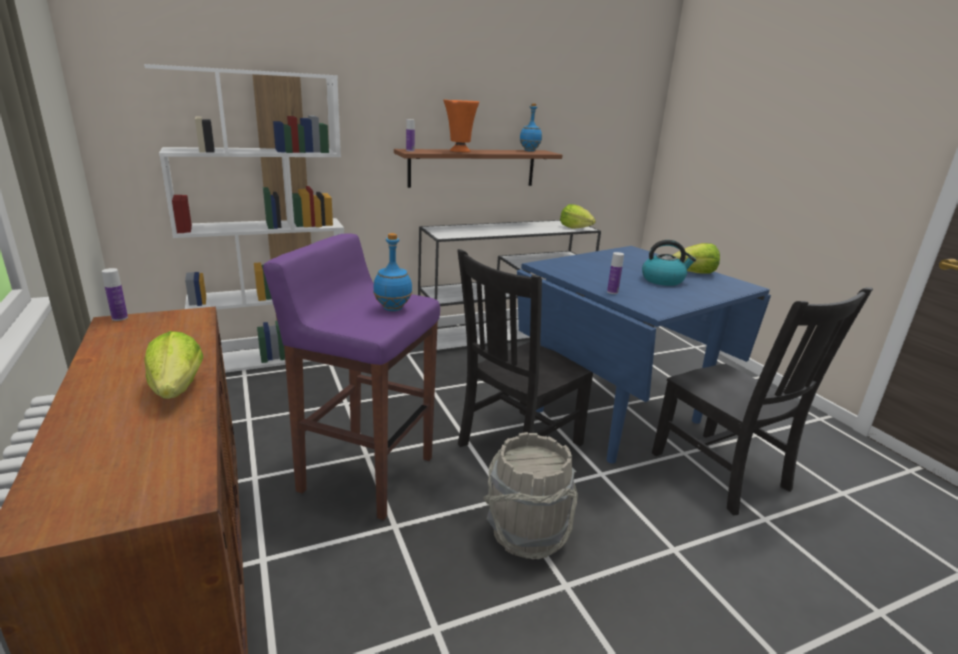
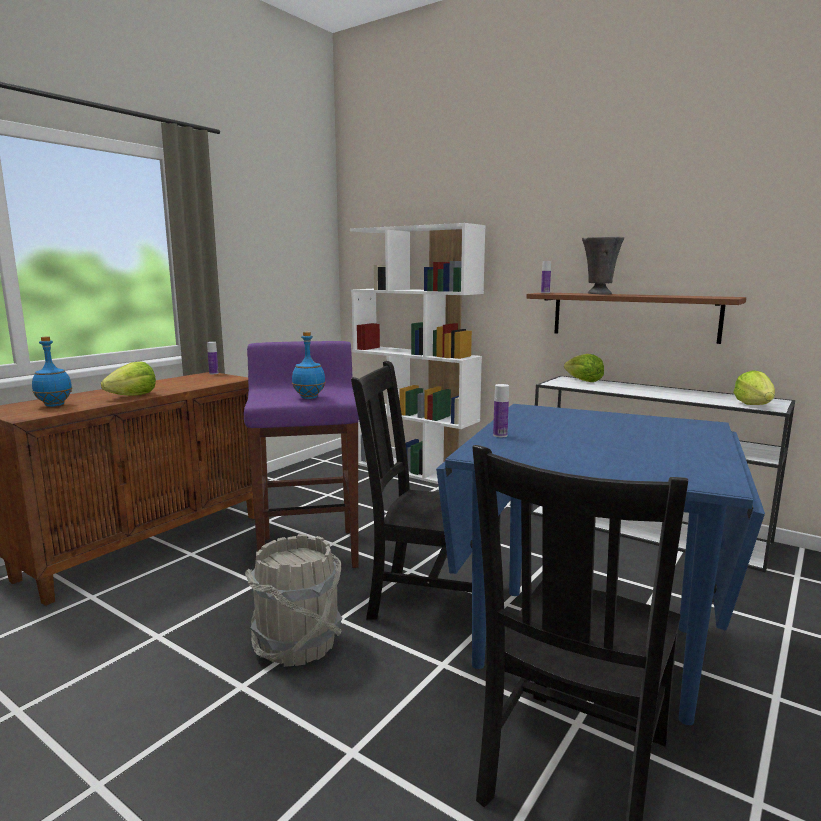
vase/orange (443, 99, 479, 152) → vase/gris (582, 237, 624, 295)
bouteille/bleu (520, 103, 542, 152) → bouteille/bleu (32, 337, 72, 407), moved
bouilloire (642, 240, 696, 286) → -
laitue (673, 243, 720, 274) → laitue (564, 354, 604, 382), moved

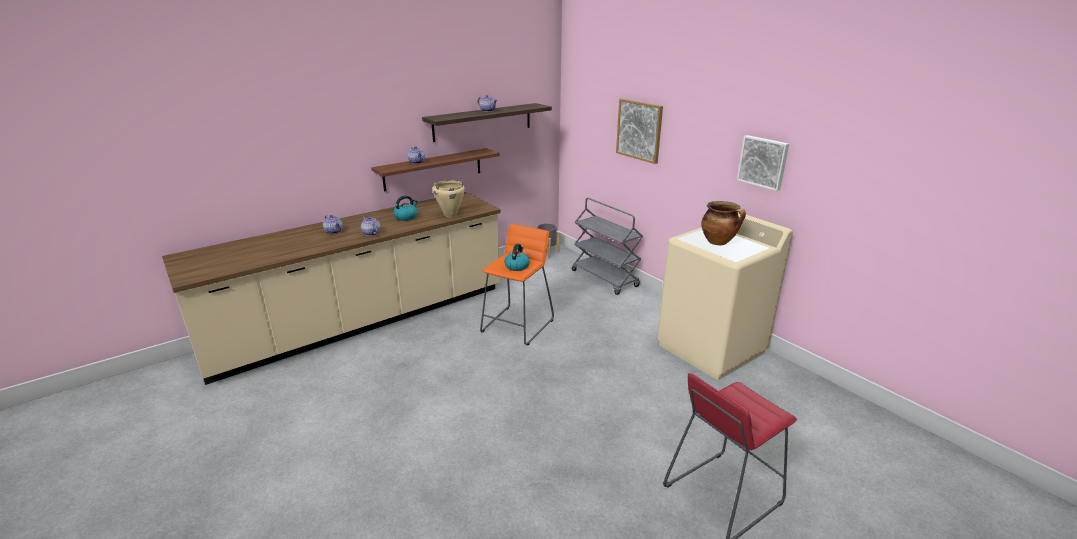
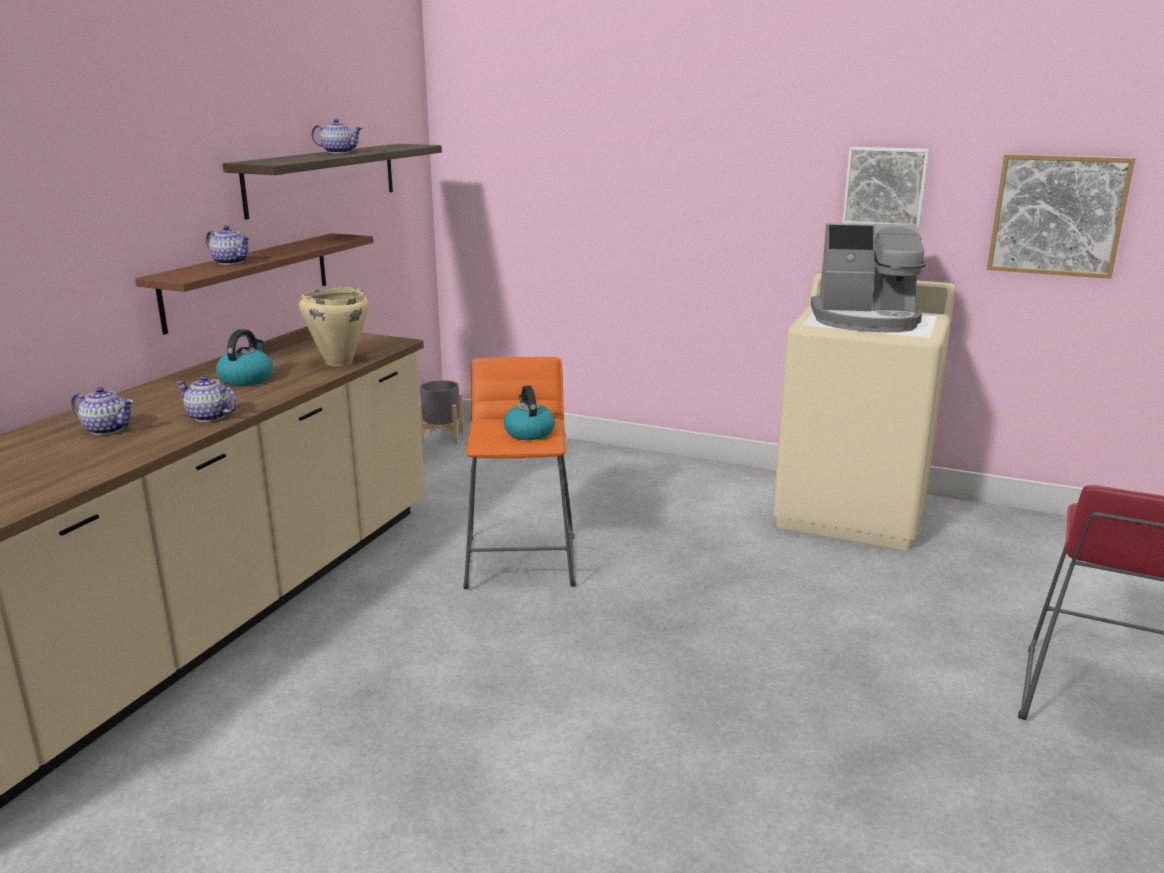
tableau (616, 99, 663, 164) → tableau (987, 154, 1135, 279), moved
chariot/gris (572, 198, 643, 295) → -
marmite (701, 201, 746, 245) → machine à café (811, 223, 926, 332)

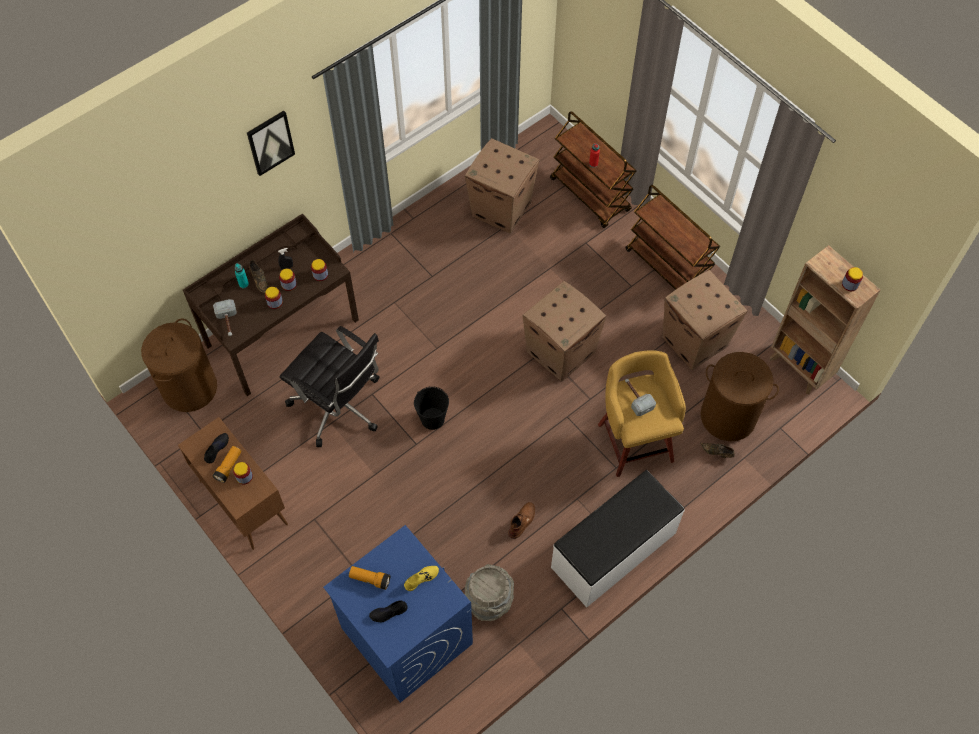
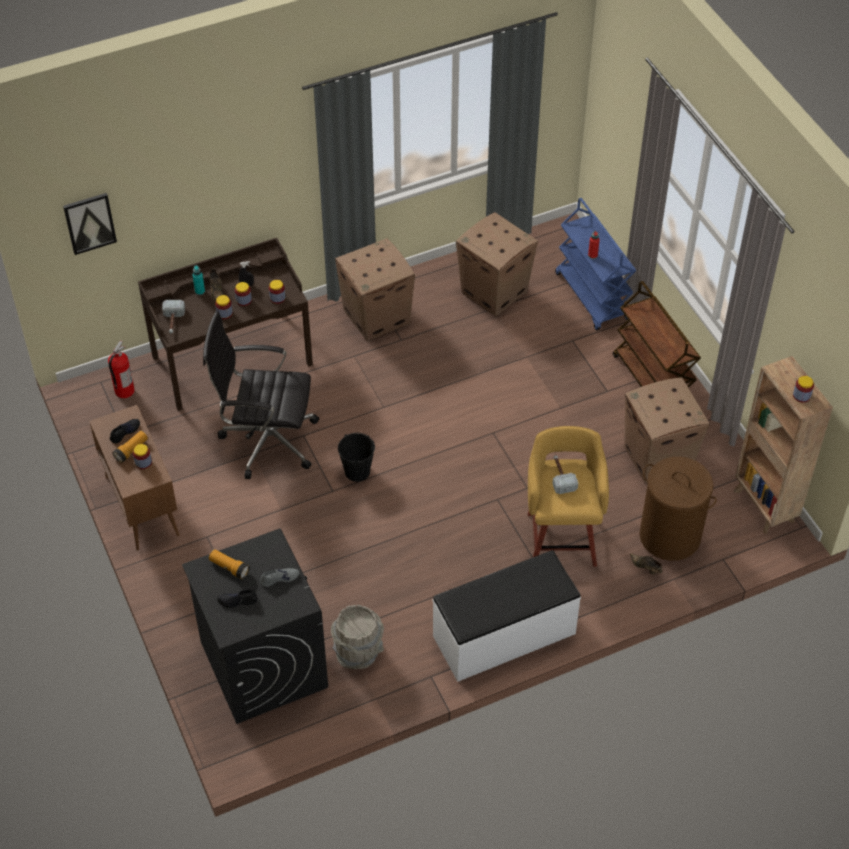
tableau (247, 110, 295, 176) → tableau (63, 193, 117, 255), moved
chariot/marron (550, 111, 636, 228) → chariot/bleu (555, 198, 636, 331)
carton (523, 281, 606, 381) → carton (335, 238, 415, 341), moved
panier à linge/marron (141, 319, 217, 412) → extincteur (108, 340, 135, 398)
chaise de bureau/noir (280, 326, 380, 447) → chaise de bureau/noir (203, 311, 319, 479), 135 degrees clockwise
botte/marron (508, 502, 535, 539) → -
lave-linge/bleu (323, 525, 473, 703) → lave-linge/noir (182, 528, 328, 724)
chaussure/jaune (404, 566, 439, 591) → chaussure/gris (260, 568, 299, 587)

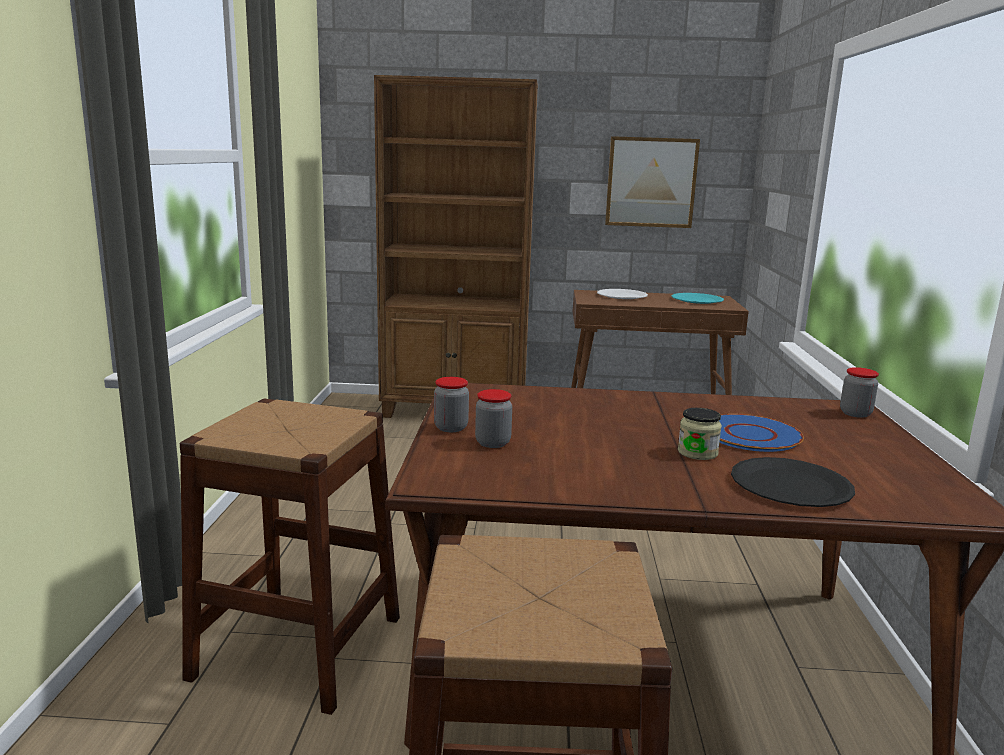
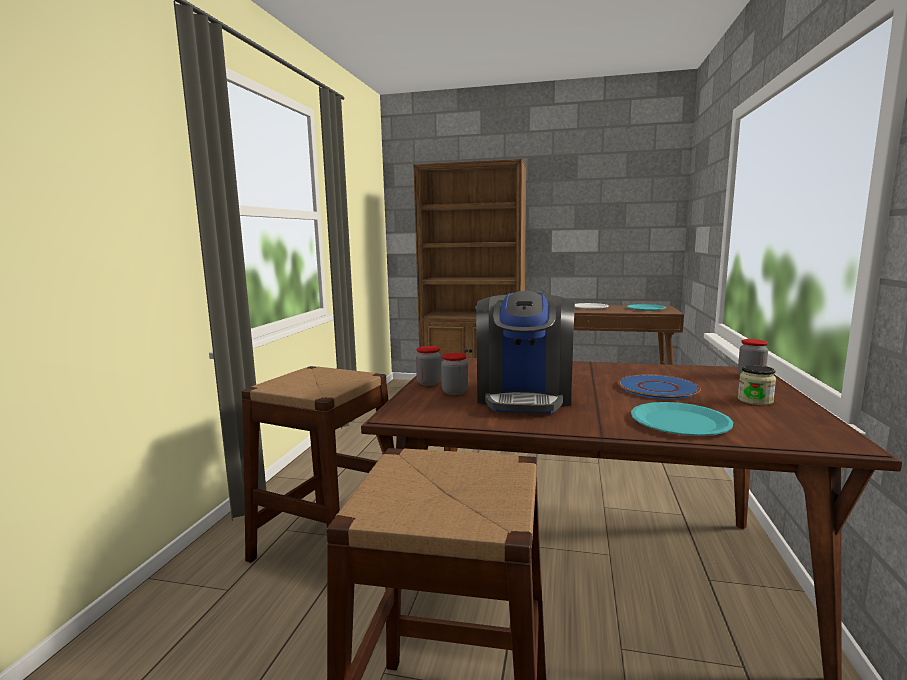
tableau (605, 136, 700, 228) → -
bocal (678, 408, 722, 460) → bocal (738, 365, 776, 405), moved
assiette/noir (731, 457, 855, 507) → assiette/turquoise (631, 402, 733, 436)
- → machine à café (476, 291, 575, 413)

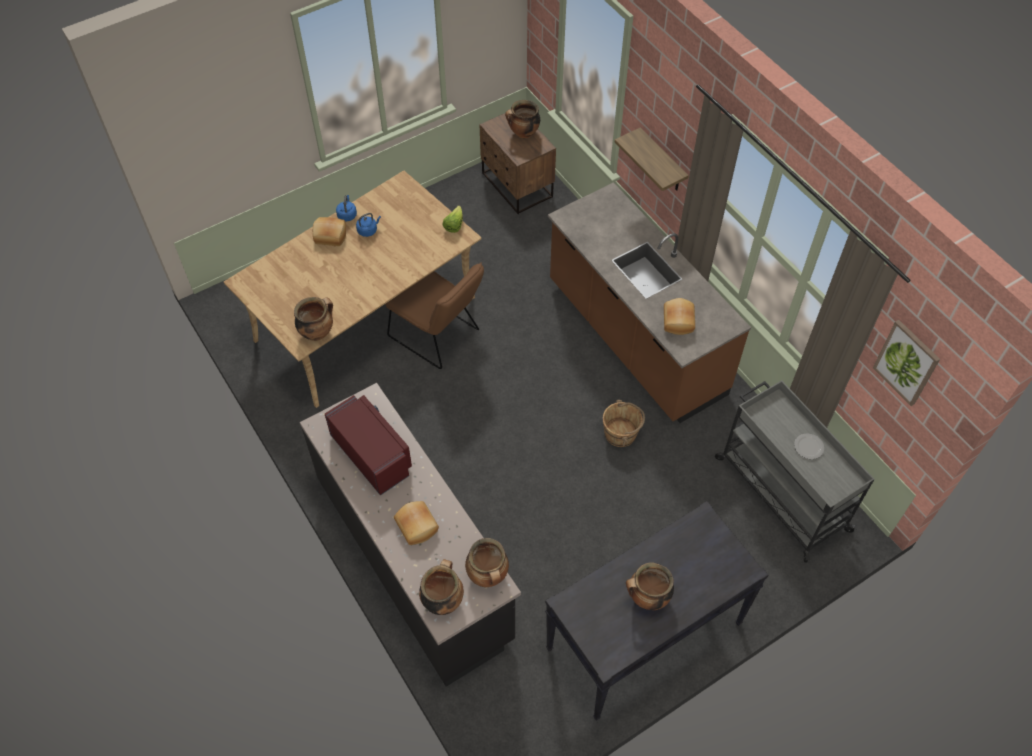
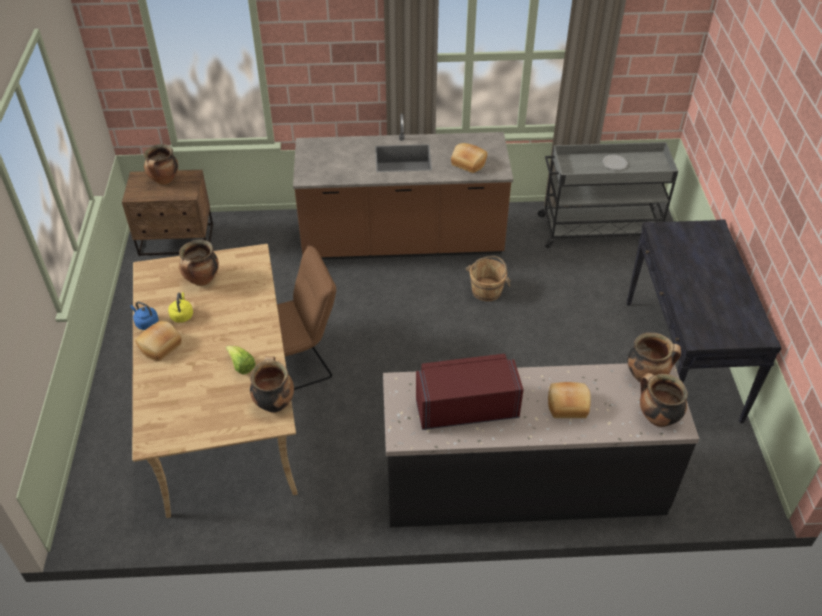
étagère (615, 127, 689, 191) → -
laitue (442, 205, 463, 233) → laitue (226, 346, 256, 374), moved
bouilloire/bleu (356, 213, 381, 237) → bouilloire/jaune (168, 292, 193, 323)
tableau (873, 320, 940, 406) → -
marmite (626, 562, 674, 610) → marmite (179, 240, 219, 286), moved

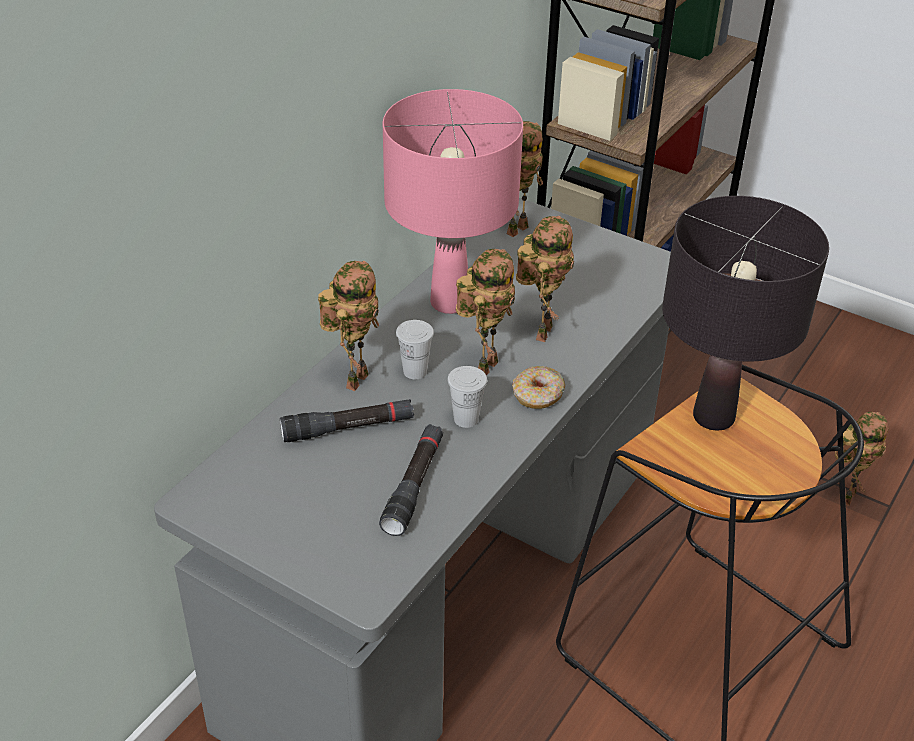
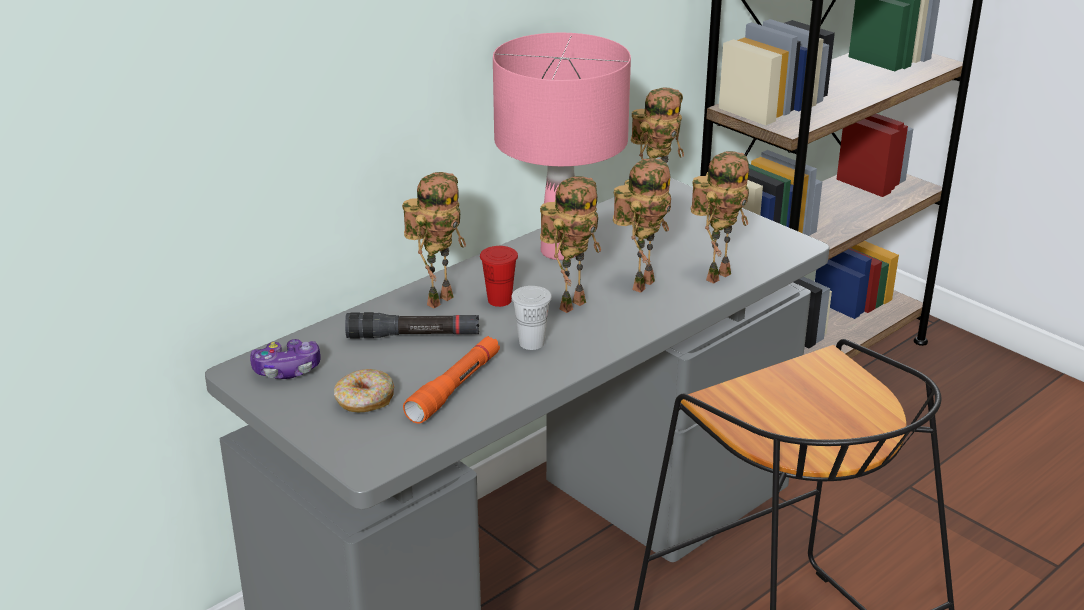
lampe de table/noir (662, 196, 829, 431) → -
tasse/blanc (396, 320, 434, 379) → tasse/rouge (480, 246, 518, 307)
beignet (512, 366, 565, 409) → beignet (334, 369, 394, 412), moved
robot jouet (835, 412, 888, 506) → robot jouet (691, 151, 749, 284), moved
lampe de poche/noir (379, 424, 443, 536) → lampe de poche/orange (403, 336, 500, 424)
- → manette (250, 339, 320, 379)

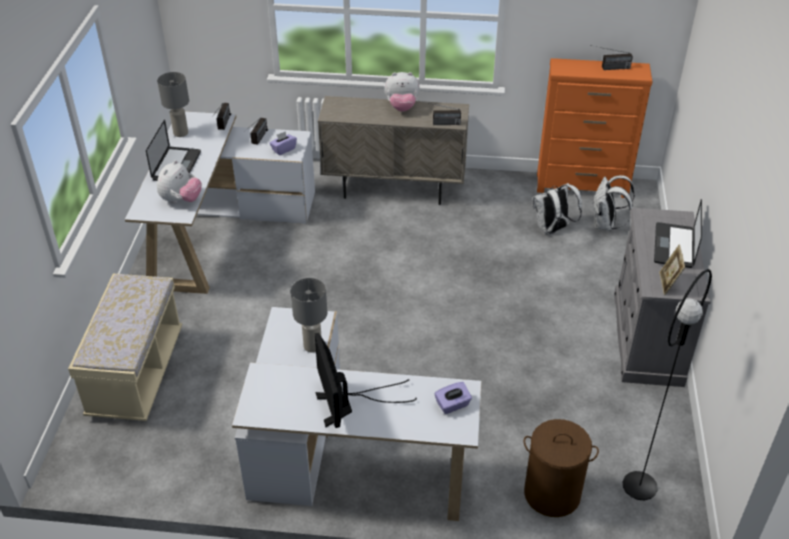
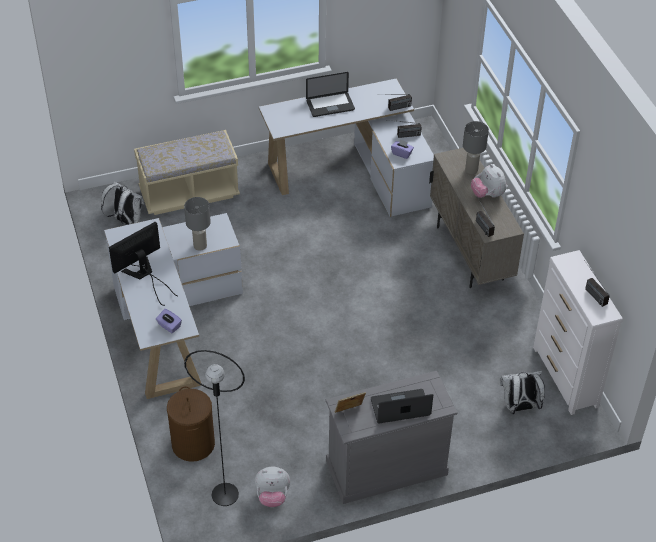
commode/orange (537, 58, 653, 198) → commode/blanc (533, 250, 623, 415)
lampe de table/gris (157, 72, 189, 137) → lampe de table/gris (463, 121, 489, 174), moved
peluche (157, 160, 202, 203) → peluche (255, 466, 290, 507), moved
sac à dos/blanc (533, 183, 582, 234) → sac à dos/blanc (101, 182, 144, 225), moved

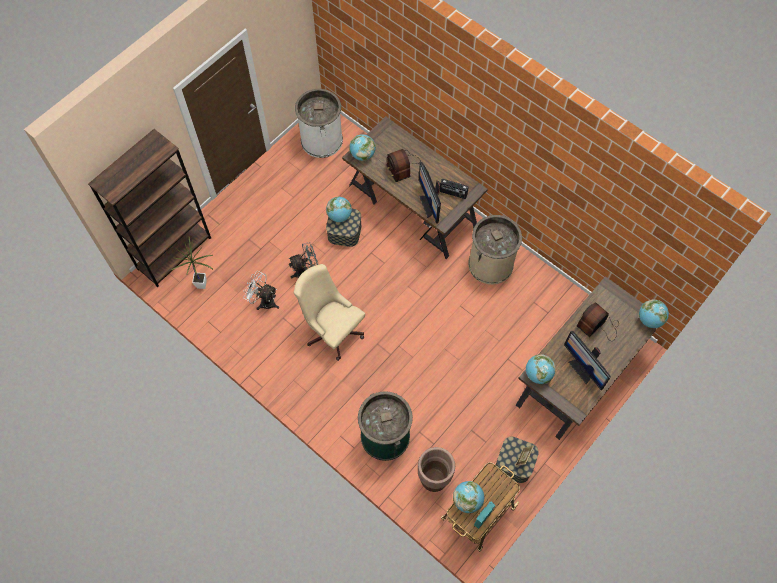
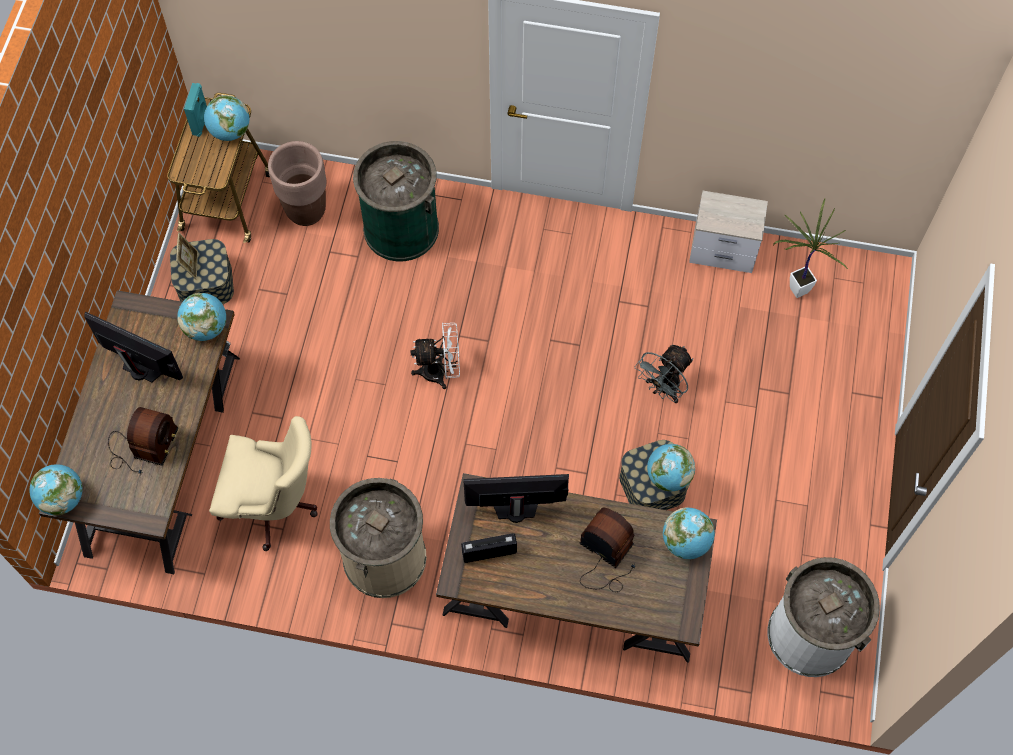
bibliothèque/marron (88, 129, 211, 287) → -
écran d'ordinateur (419, 162, 441, 224) → écran d'ordinateur (463, 474, 569, 523), 45 degrees counterclockwise
chaise de bureau/beige (294, 264, 365, 361) → chaise de bureau/beige (209, 416, 318, 551), moved
ventilateur/blanc (243, 271, 279, 310) → ventilateur/blanc (411, 323, 460, 389), moved
- → table de chevet (689, 191, 768, 273)

